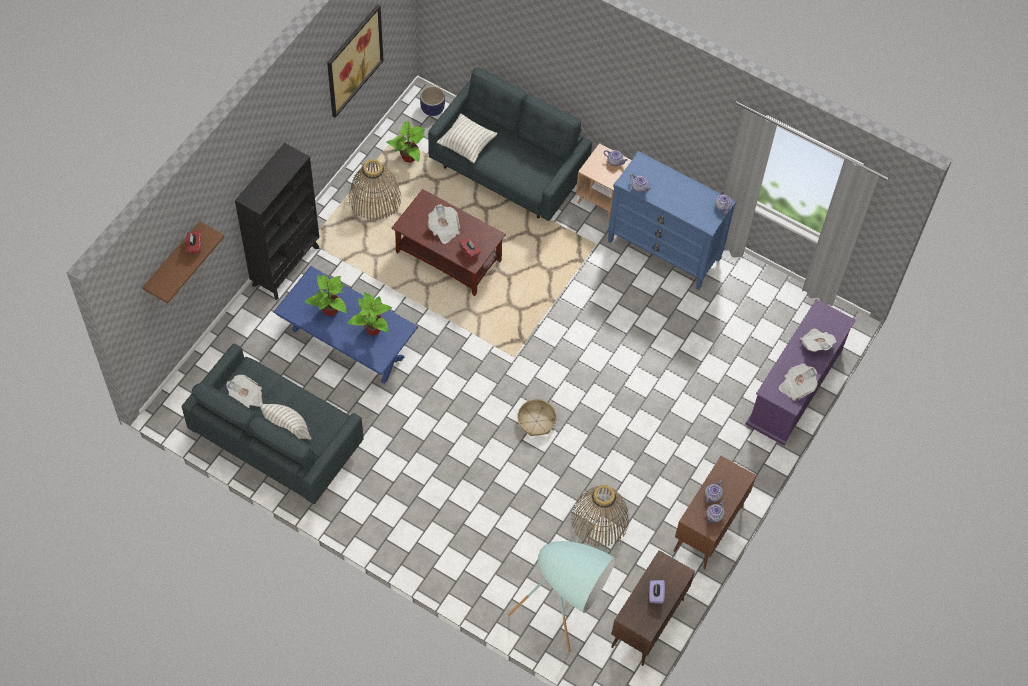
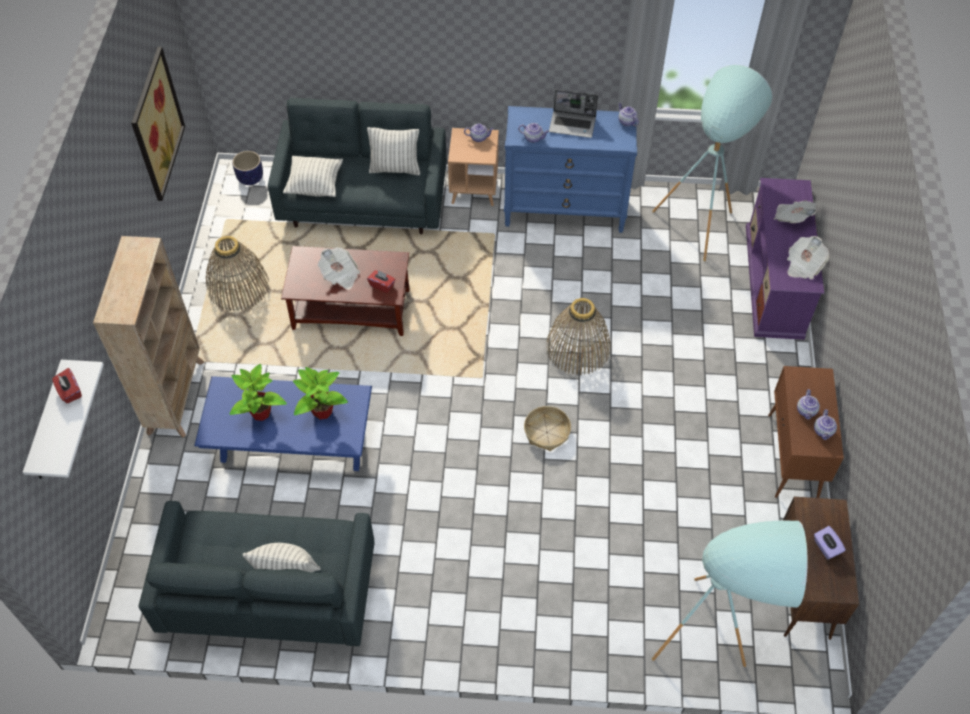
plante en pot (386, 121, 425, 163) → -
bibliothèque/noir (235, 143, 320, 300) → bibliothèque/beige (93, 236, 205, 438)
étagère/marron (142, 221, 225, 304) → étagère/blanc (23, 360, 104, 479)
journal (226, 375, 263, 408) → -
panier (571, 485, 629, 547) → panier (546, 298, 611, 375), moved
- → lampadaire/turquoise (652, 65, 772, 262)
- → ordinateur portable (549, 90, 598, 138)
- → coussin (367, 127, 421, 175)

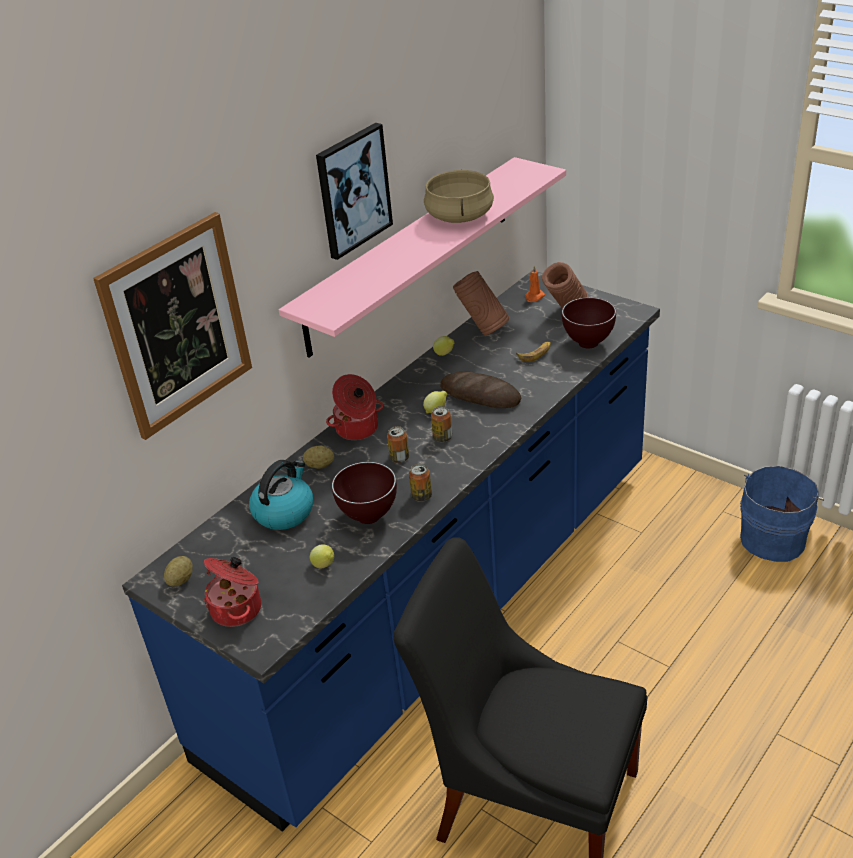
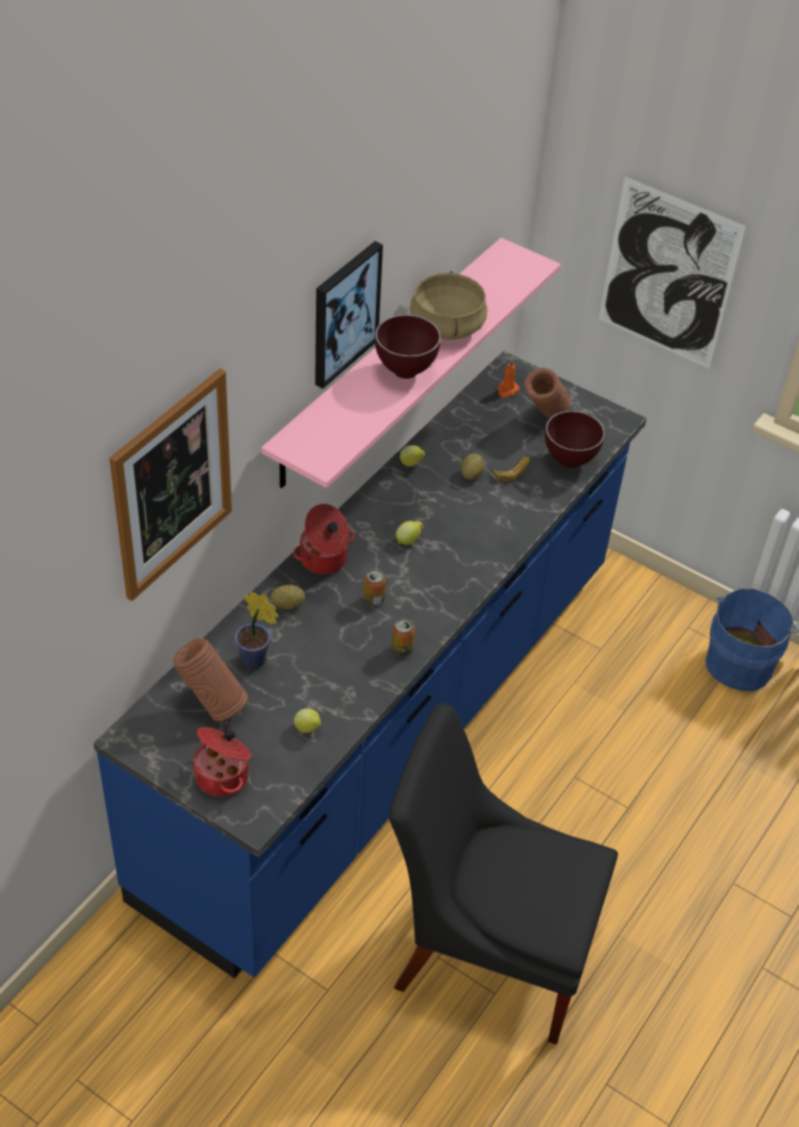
vase/marron (453, 271, 509, 335) → vase/marron (173, 638, 248, 721), moved
pain (440, 372, 521, 408) → -
boîte métallique (431, 406, 452, 442) → -
bouilloire (249, 460, 314, 530) → plante en pot (234, 591, 279, 669)
bol/marron (332, 462, 397, 524) → bol/marron (375, 315, 441, 379), moved
pomme de terre (164, 556, 193, 586) → pomme de terre (461, 453, 484, 480), moved
- → tableau (599, 177, 746, 369)

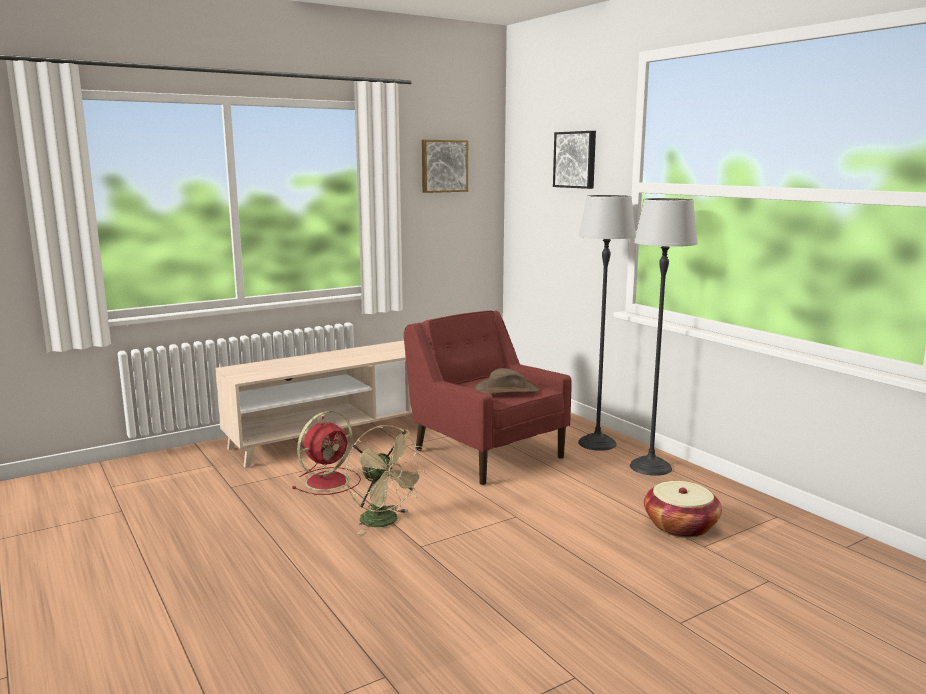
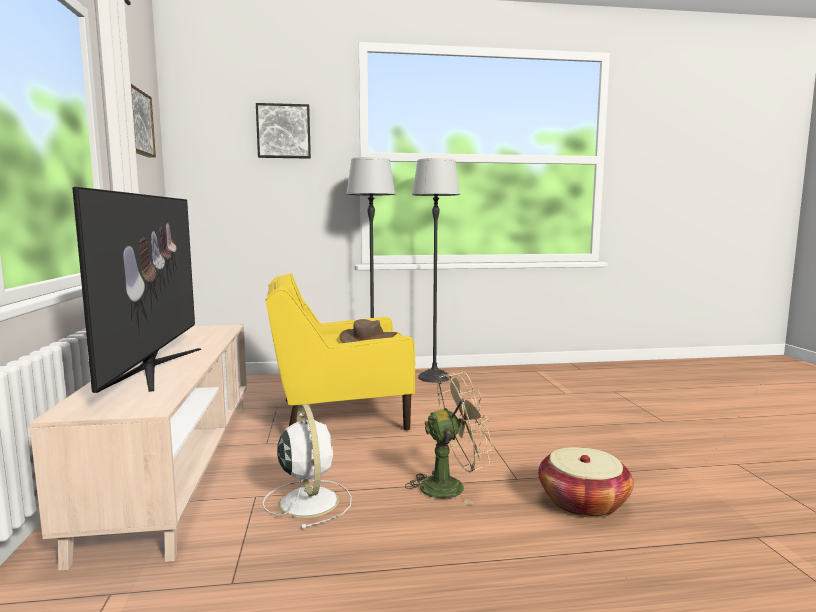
fauteuil/rouge (404, 311, 572, 485) → fauteuil/jaune (266, 273, 416, 430)
ventilateur/rouge (292, 411, 361, 495) → ventilateur/blanc (263, 404, 352, 529)
panier (644, 481, 722, 538) → panier (538, 447, 634, 518), moved
- → téléviseur (72, 187, 201, 393)

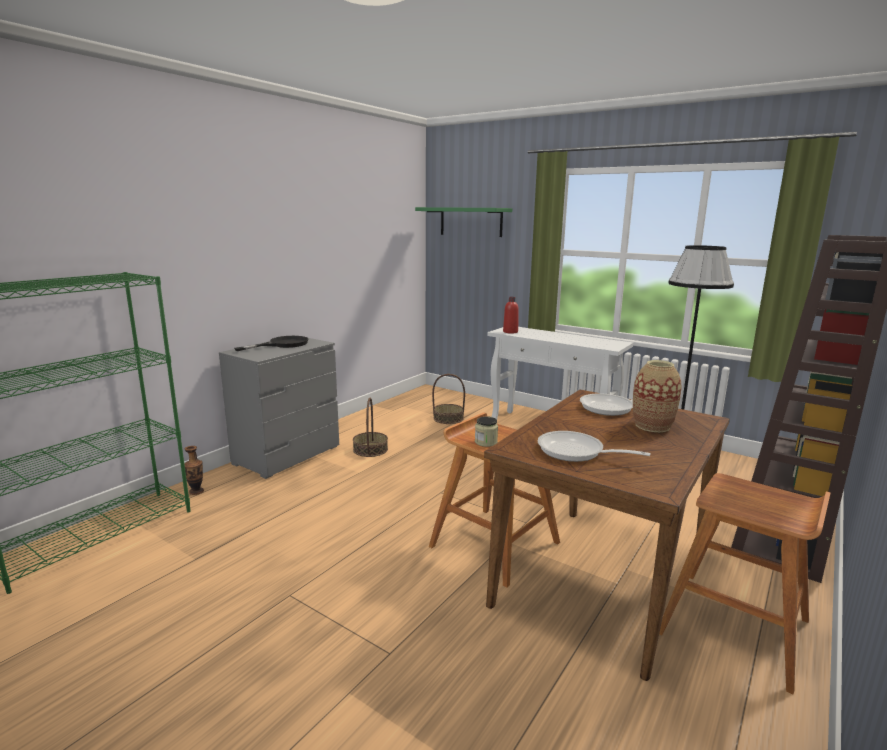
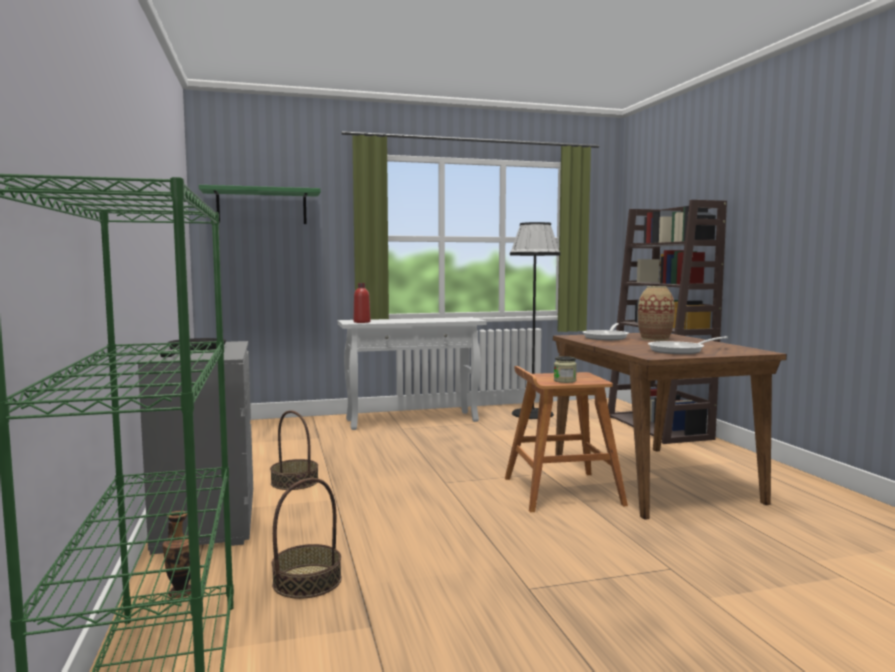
panier (432, 374, 465, 424) → panier (272, 478, 342, 599), moved
tabouret/marron (659, 473, 831, 695) → -

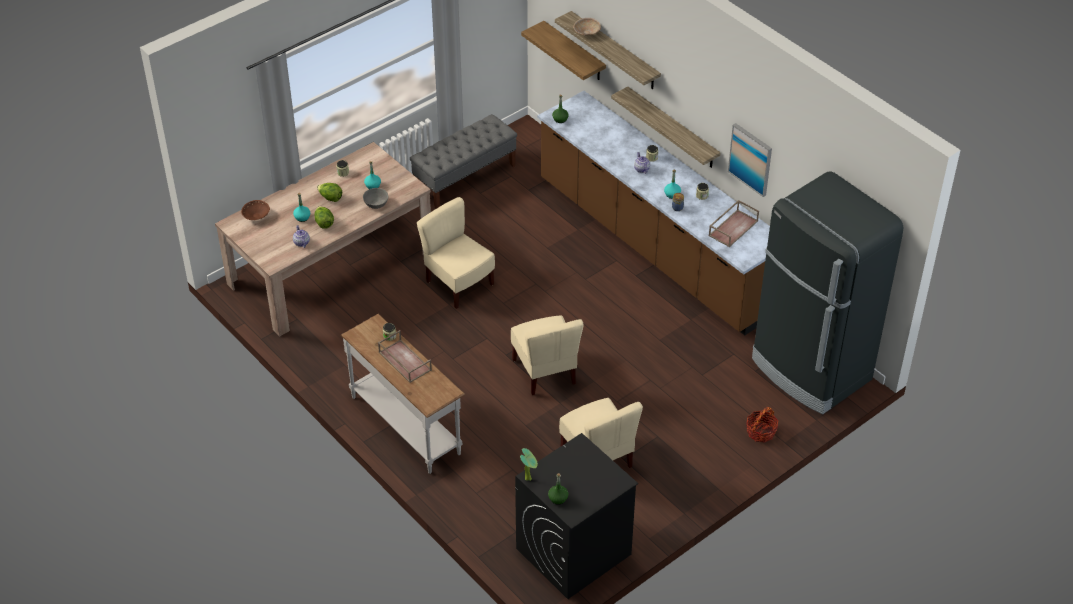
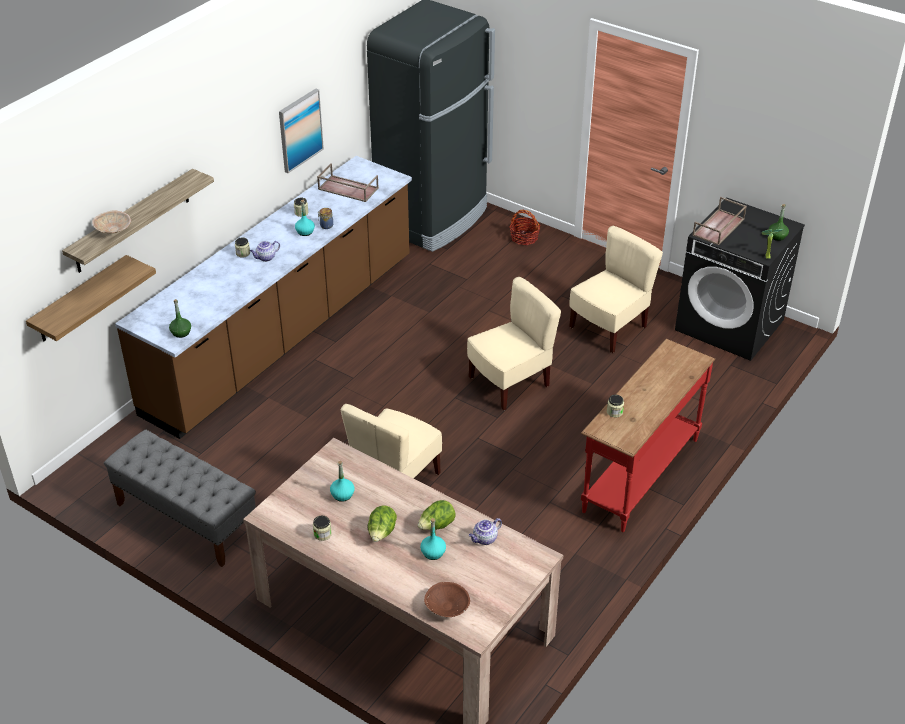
étagère (611, 86, 721, 168) → -
bol/gris (363, 188, 388, 209) → -
table console/blanc (341, 314, 465, 474) → table console/rouge (581, 339, 715, 532)
plateau/marron (378, 330, 432, 383) → plateau/marron (692, 197, 747, 246), moved

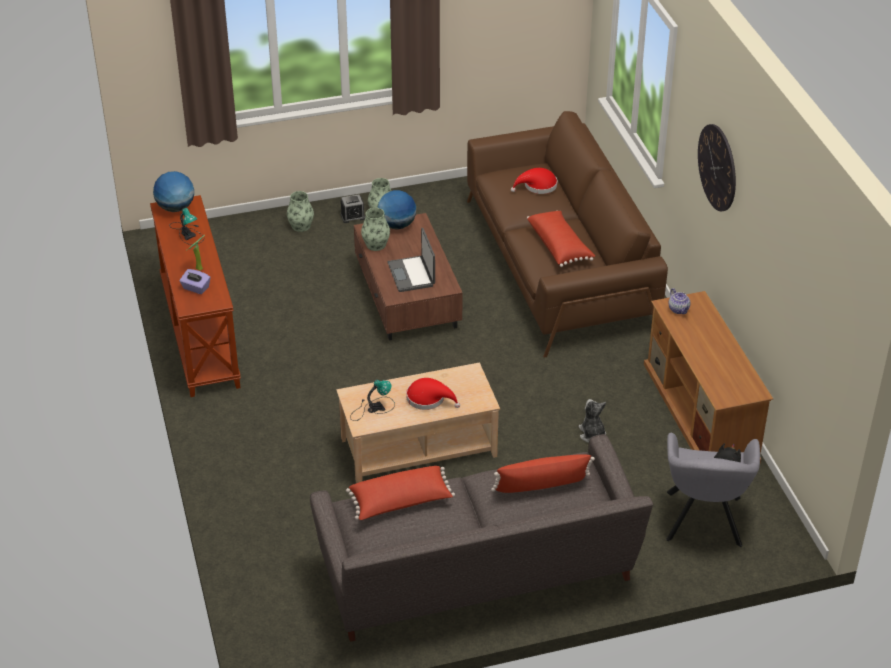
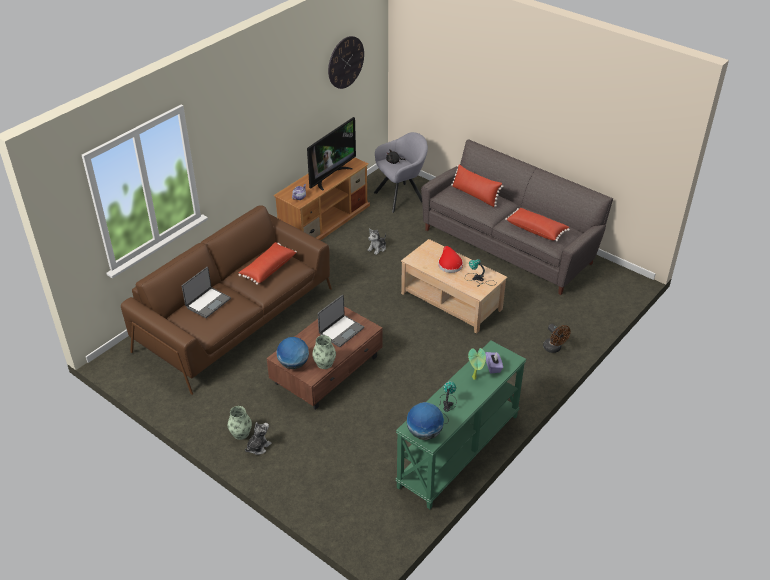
horloge murale (698, 124, 736, 211) → horloge murale (328, 36, 364, 89), moved
chapeau/rouge (511, 168, 557, 194) → ordinateur portable (182, 267, 231, 318)
vase (287, 191, 314, 232) → -
réveil (340, 194, 365, 223) → peluche (245, 422, 272, 455)
table console/marron (150, 195, 241, 397) → table console/vert (395, 341, 526, 509)
- → téléviseur (307, 117, 356, 191)
- → ventilateur/marron (543, 324, 571, 353)

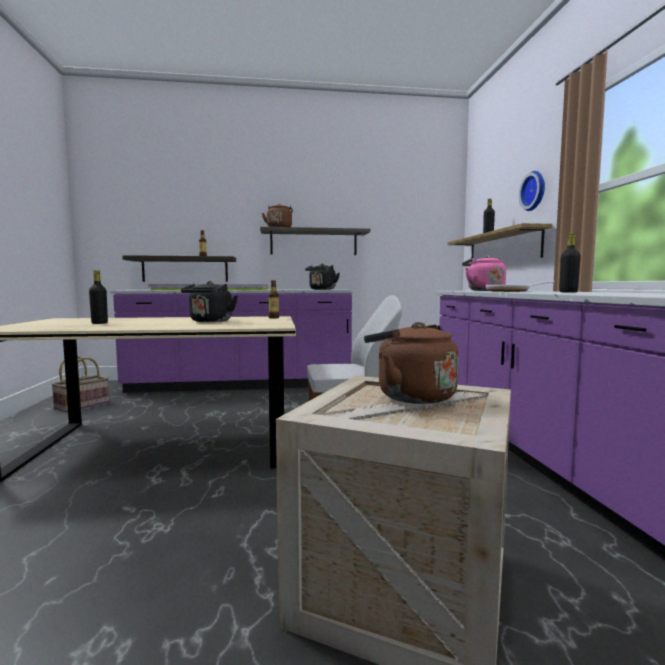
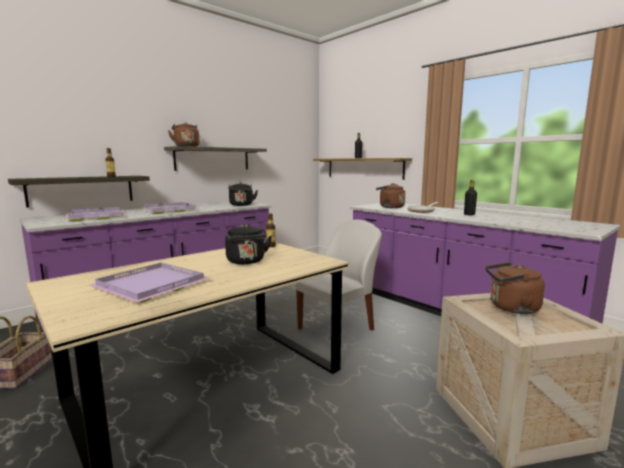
horloge murale (519, 171, 545, 211) → -
bouilloire/rose (462, 256, 506, 291) → bouilloire/marron (376, 183, 405, 208)
bouteille/noir (89, 270, 108, 324) → plateau/violet (89, 263, 210, 303)

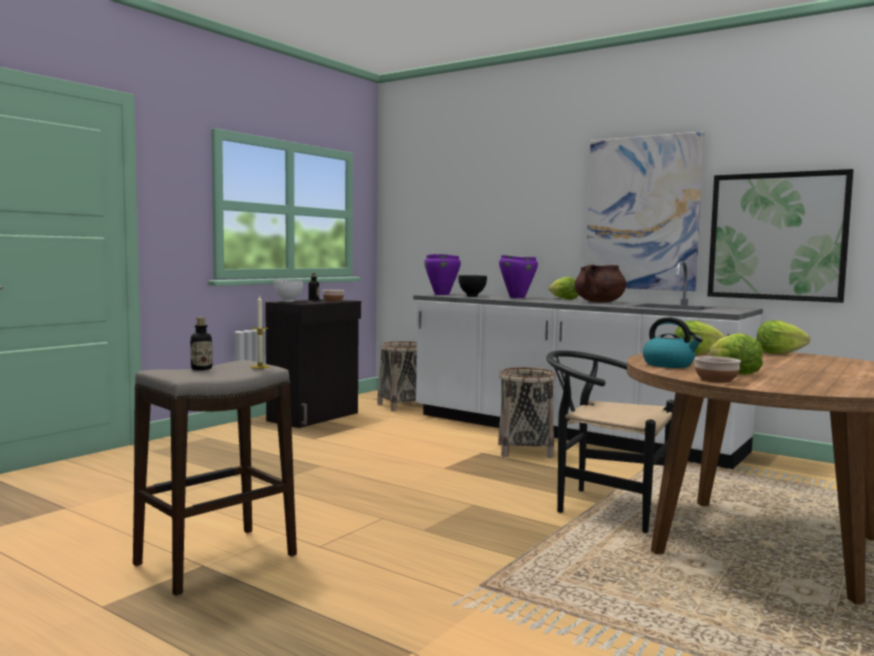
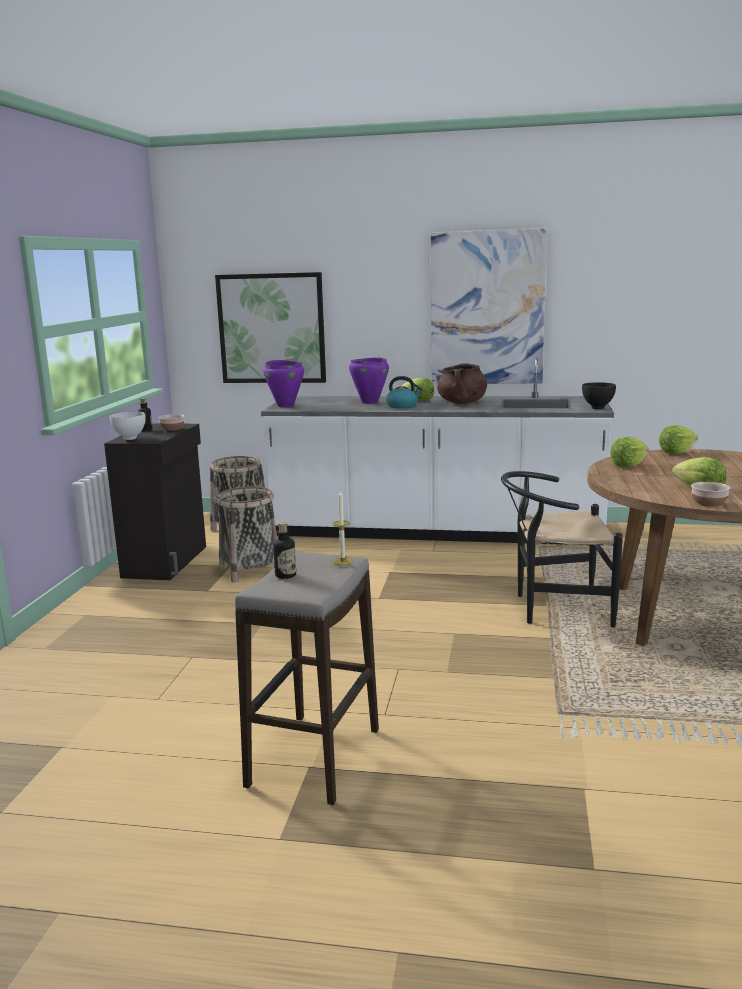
tableau (708, 169, 854, 303) → tableau (215, 272, 326, 383), moved
bol/noir (458, 275, 487, 297) → bol/noir (582, 382, 616, 409), moved
bouilloire (643, 317, 703, 368) → bouilloire (386, 376, 422, 408), moved
panier (498, 367, 556, 458) → panier (216, 486, 277, 583), moved

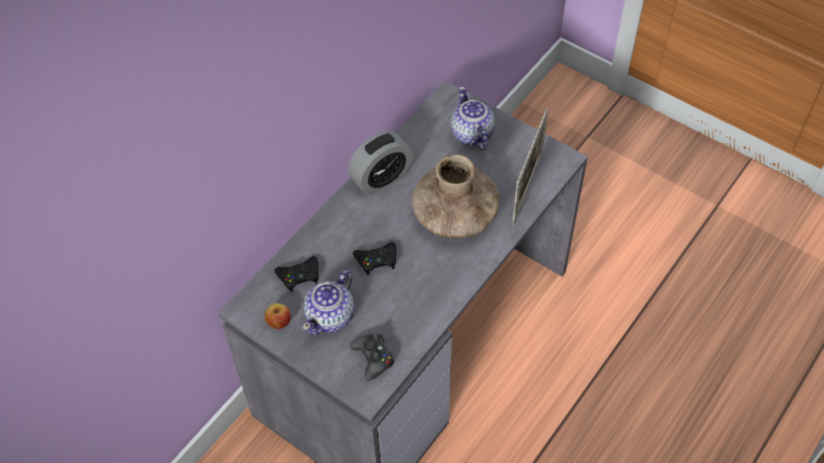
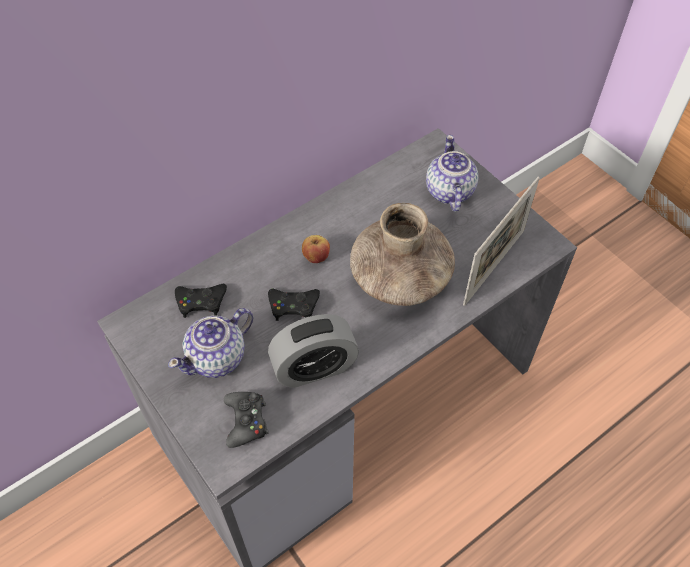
réveil (348, 131, 414, 195) → réveil (268, 314, 359, 388), moved
pomme (265, 303, 291, 329) → pomme (302, 235, 330, 263), moved

